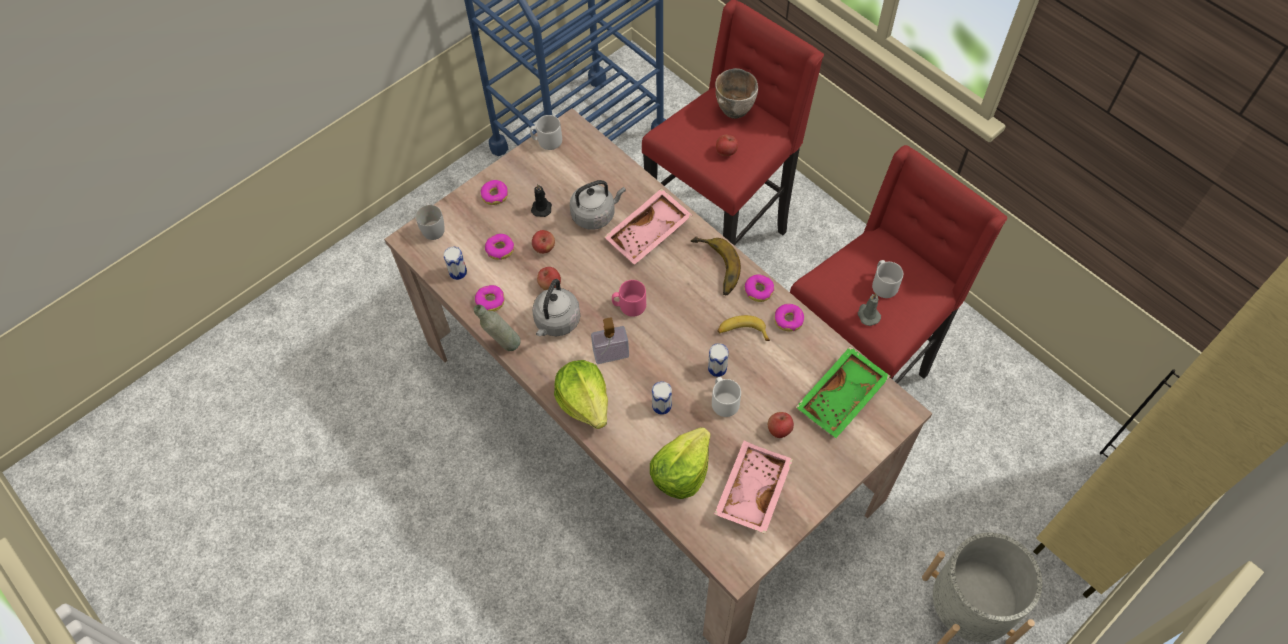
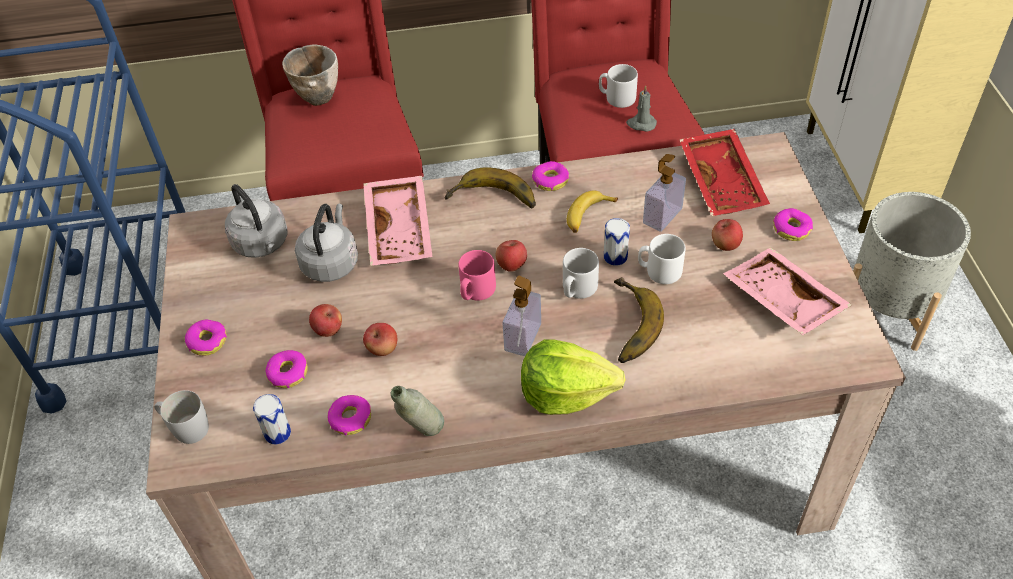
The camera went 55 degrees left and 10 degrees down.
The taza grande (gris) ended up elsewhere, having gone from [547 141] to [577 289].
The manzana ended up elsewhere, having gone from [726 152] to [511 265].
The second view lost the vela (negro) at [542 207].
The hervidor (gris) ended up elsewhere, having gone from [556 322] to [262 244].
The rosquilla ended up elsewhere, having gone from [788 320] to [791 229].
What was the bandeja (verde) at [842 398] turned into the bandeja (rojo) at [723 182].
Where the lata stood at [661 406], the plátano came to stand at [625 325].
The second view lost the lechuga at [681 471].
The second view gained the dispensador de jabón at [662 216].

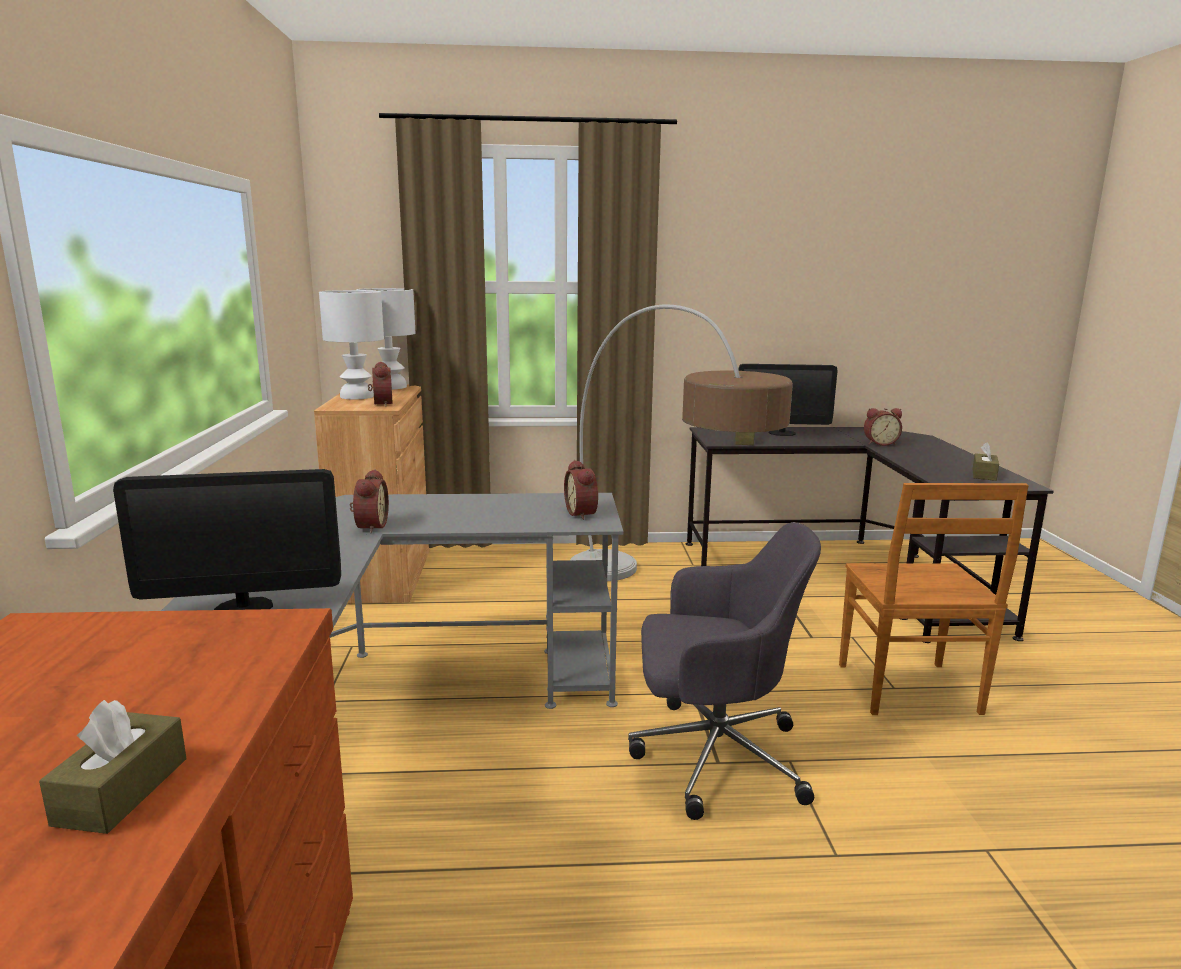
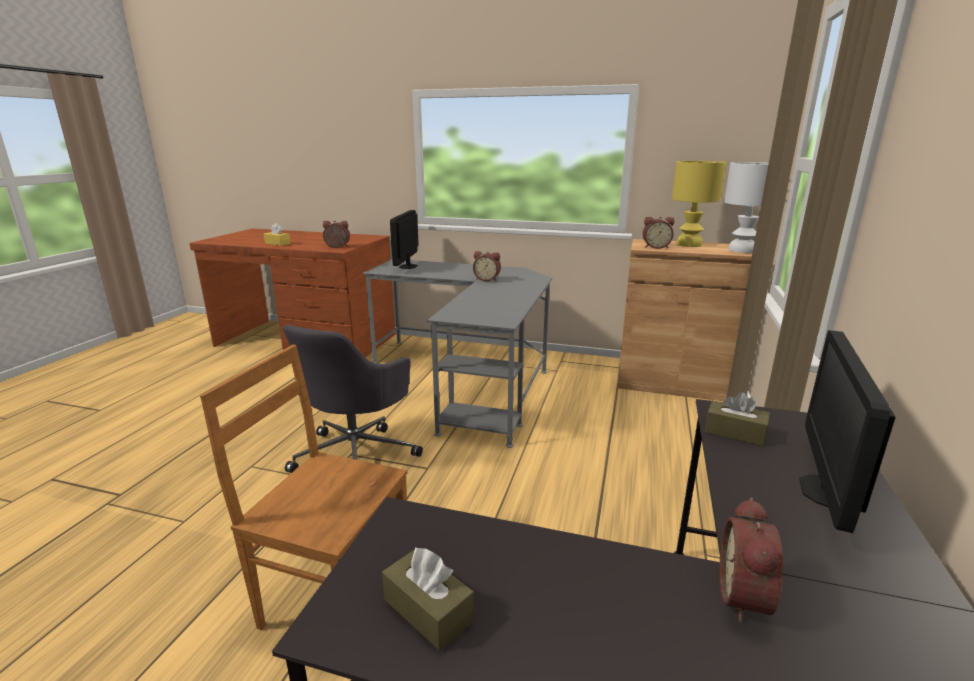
The camera went 110 degrees right and 5 degrees up.
What was the lámpara de mesa (blanco) at [357 396] turned into the lámpara de mesa (amarillo) at [690 244].
The second view lost the lámpara de pie at [668 598].
The despertador ended up elsewhere, having gone from [583 513] to [337 247].
What was the caja de pañuelos (marrón) at [122 791] turned into the caja de pañuelos (amarillo) at [277 243].

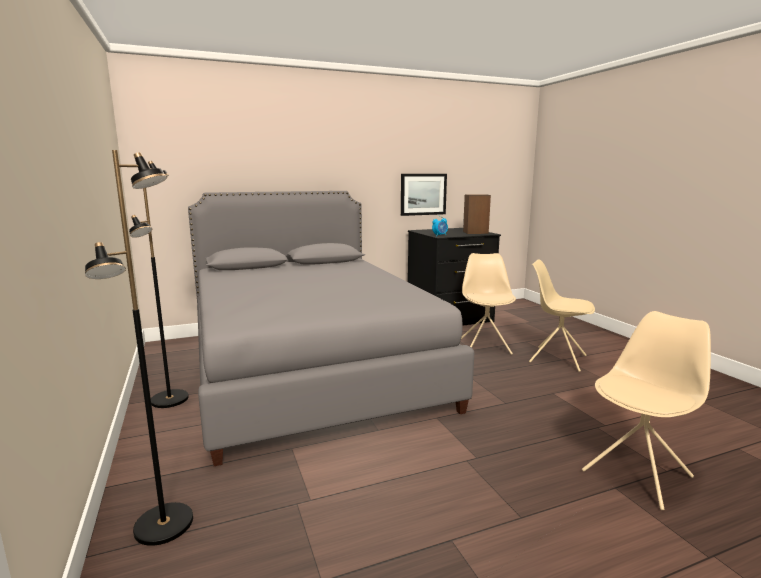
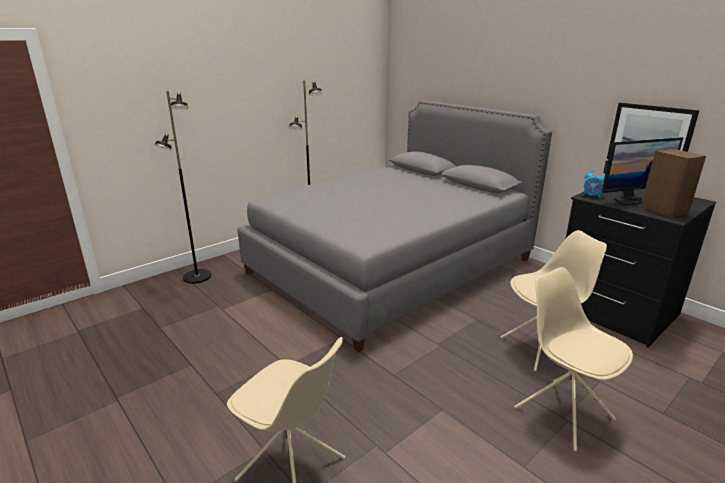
The camera went 70 degrees right and 10 degrees up.
The silla (beis) at [556 358] ended up facing another way, 45 degrees counterclockwise from before.
The second view gained the monitor at [631 200].

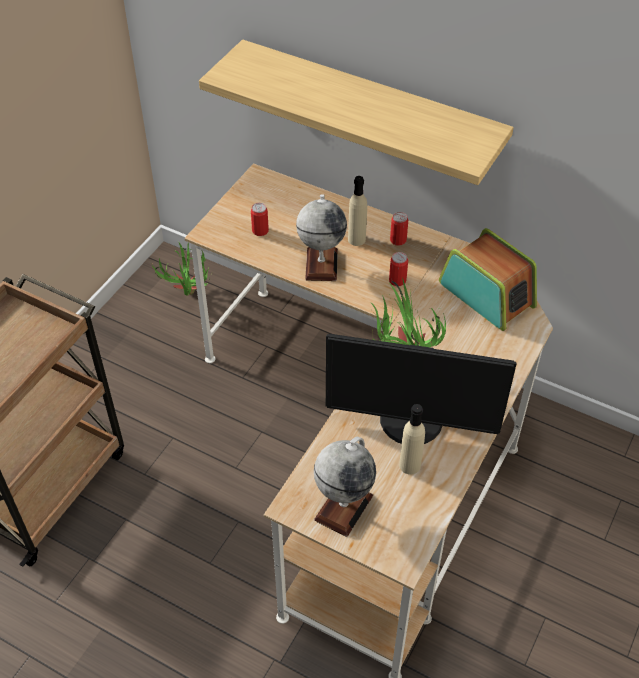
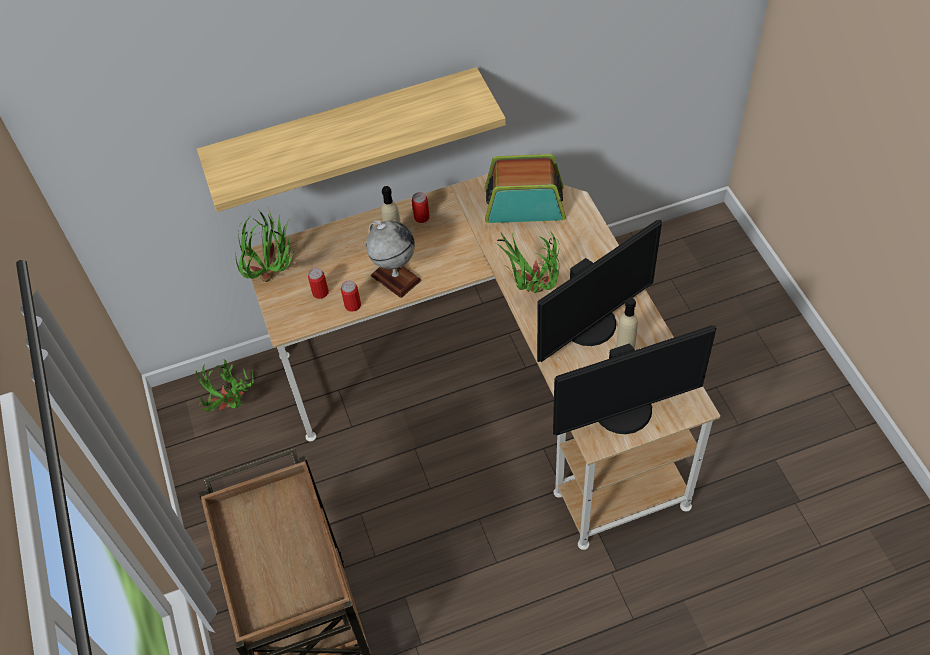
The camera went 45 degrees left and 5 degrees up.
The lata ended up elsewhere, having gone from [397 280] to [352 305].
Where the globo terráqueo stood at [343 507], the monitor came to stand at [624 411].
The second view gained the planta en maceta at [275 273].

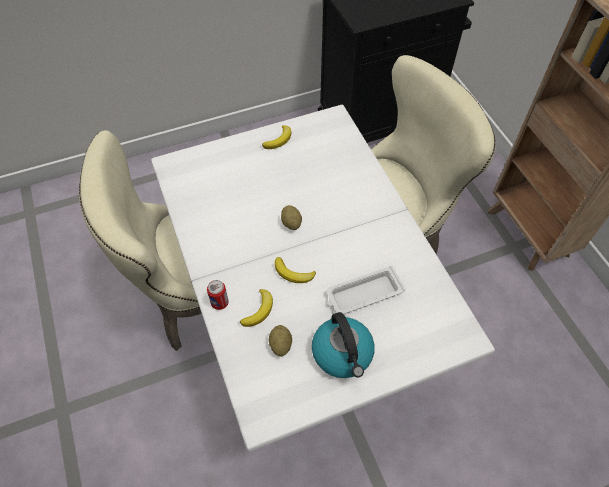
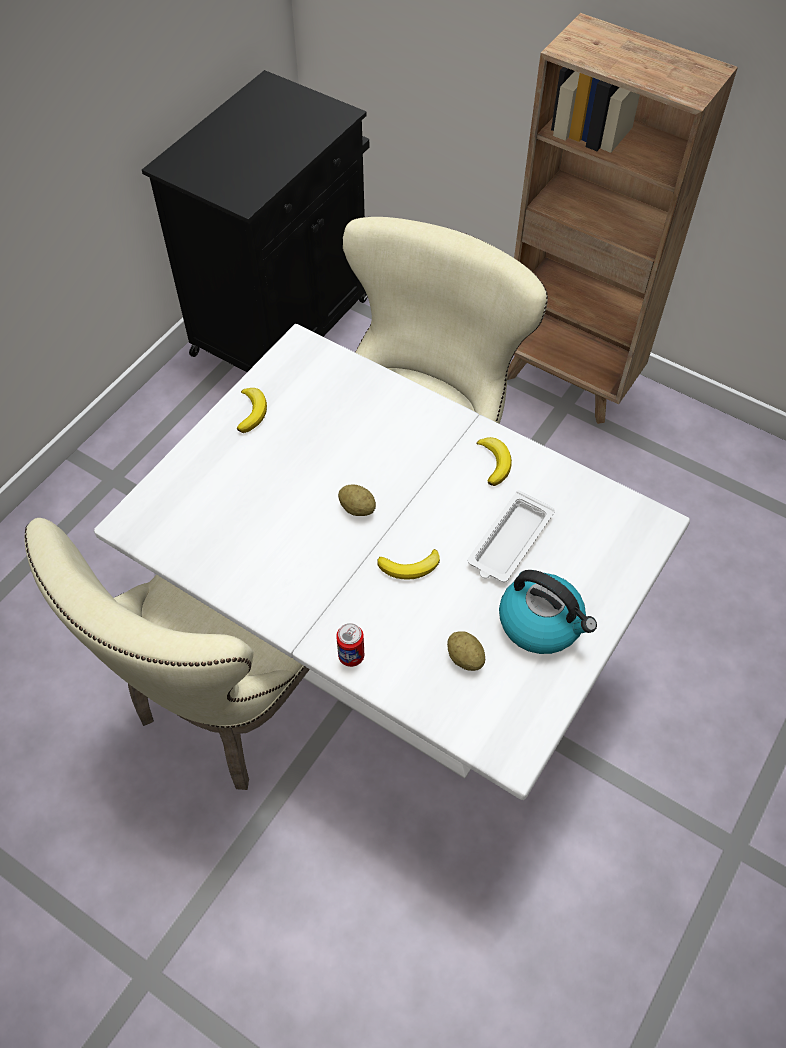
The camera went 35 degrees left and 0 degrees up.
The plátano ended up elsewhere, having gone from [259 310] to [494 462].

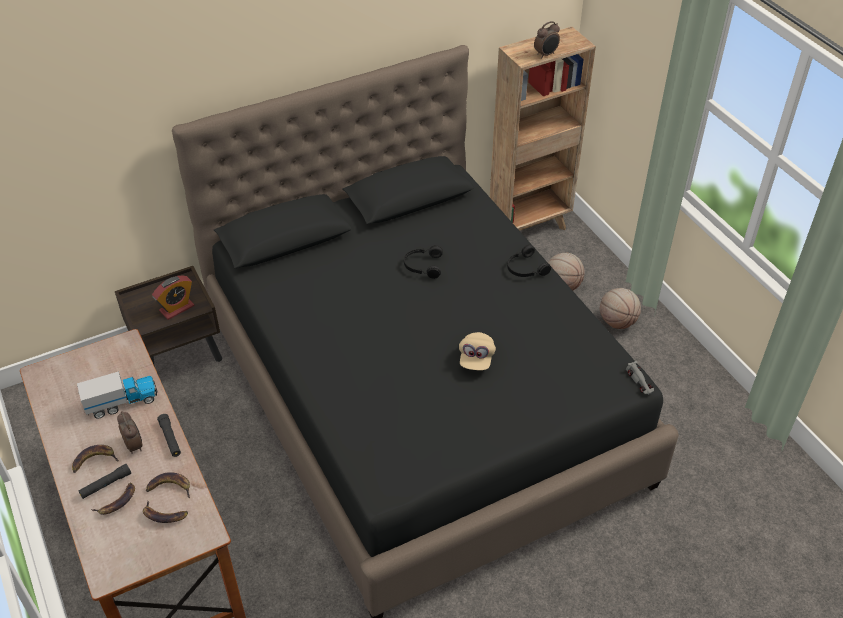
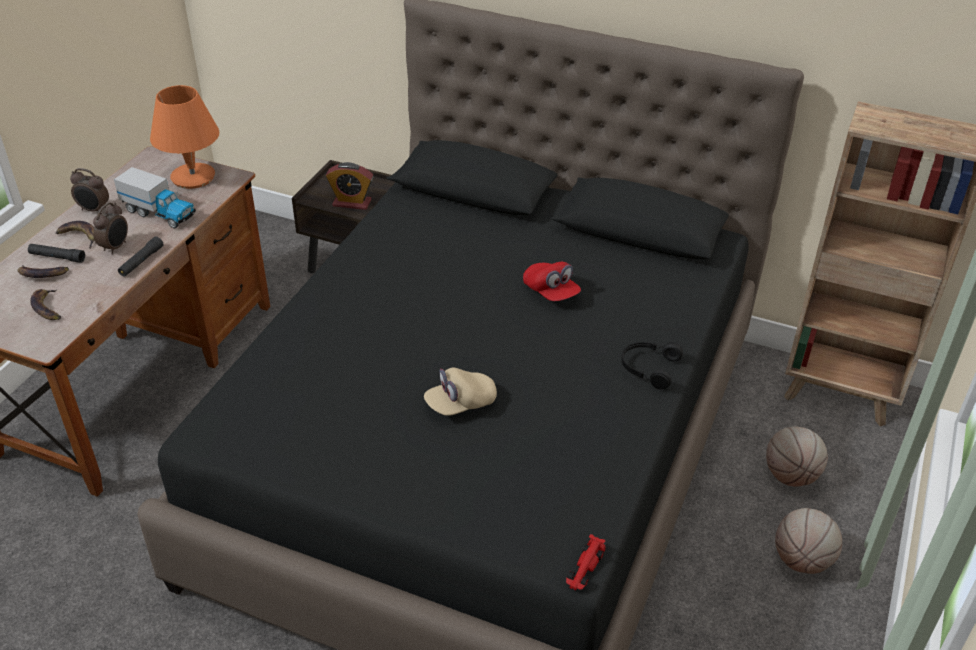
The camera went 50 degrees right and 5 degrees down.
The despertador ended up elsewhere, having gone from [546 54] to [94 210].
Where the auriculares (negro) stood at [422 266], the gorra (rojo) came to stand at [551 292].
What was the coche de juguete (gris) at [640 381] turned into the coche de juguete (rojo) at [584 568].
The second view lost the plátano at [170 487].
The second view gained the lámpara de mesa (naranja) at [193 177].

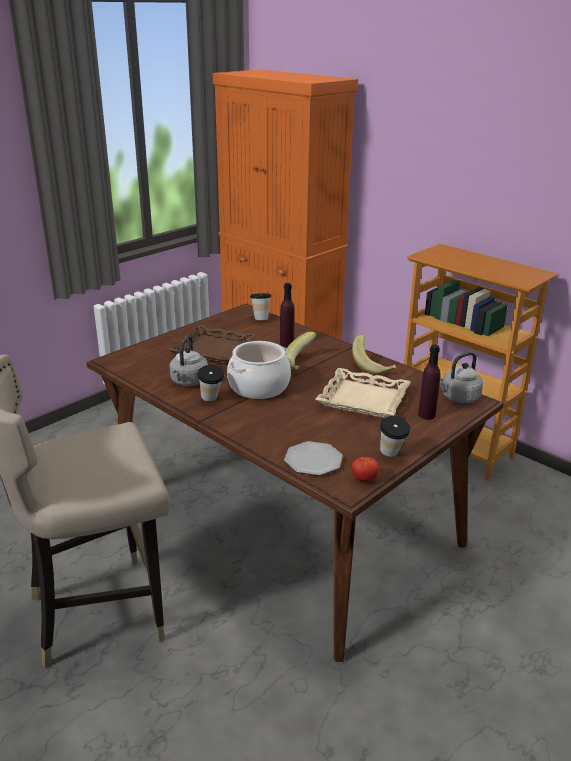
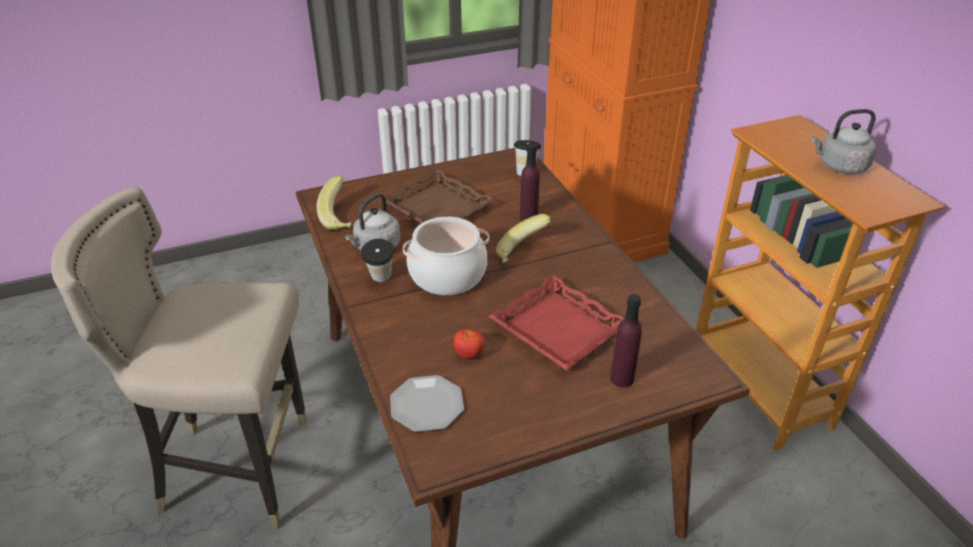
The camera went 25 degrees right and 10 degrees up.
The plátano ended up elsewhere, having gone from [373 367] to [341 218].
The hervidor (gris) ended up elsewhere, having gone from [458 398] to [839 166].
What was the bandeja (beis) at [363 399] turned into the bandeja (rojo) at [559 329].
The second view lost the taza at [391 455].
The tomate ended up elsewhere, having gone from [364 479] to [469 354].

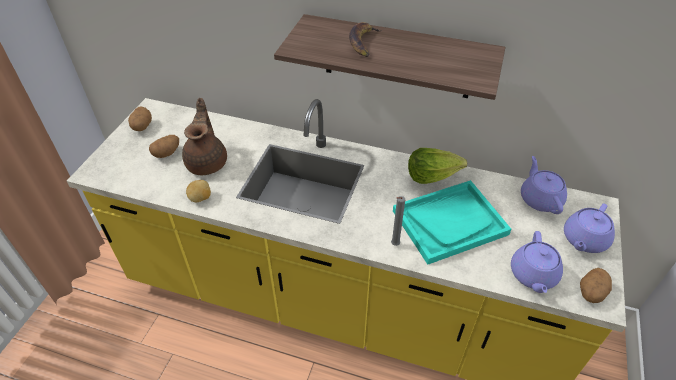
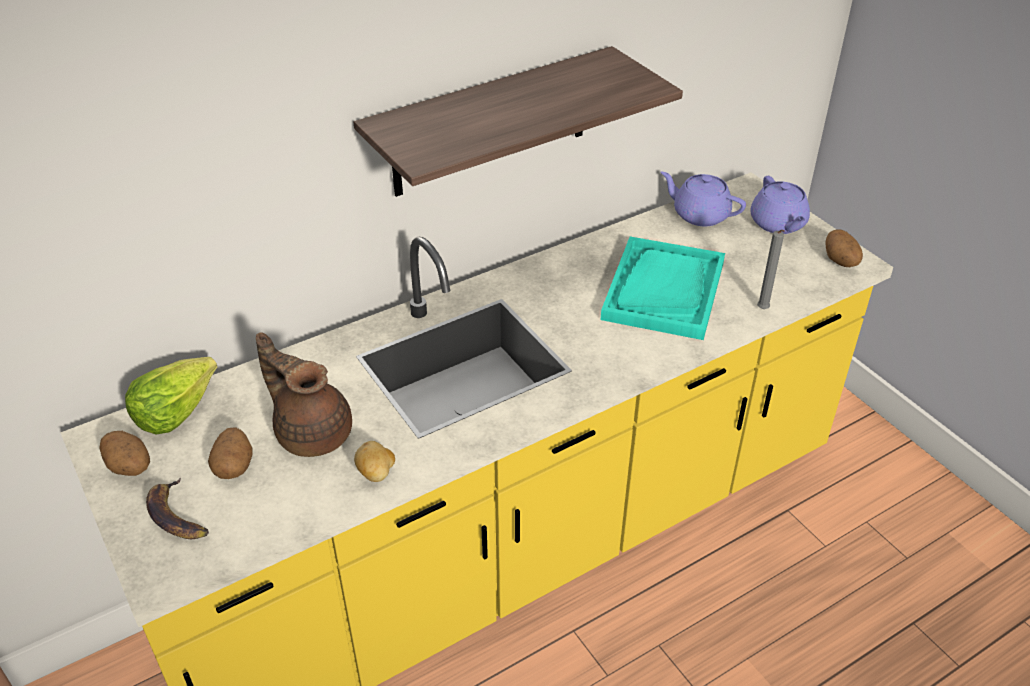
The camera went 50 degrees left and 5 degrees down.
The plátano ended up elsewhere, having gone from [363 42] to [176 516].
The lechuga ended up elsewhere, having gone from [432 175] to [175 411].
The vela (gris) ended up elsewhere, having gone from [394 245] to [763 310].
The second view lost the tetera (morado) at [533 275].

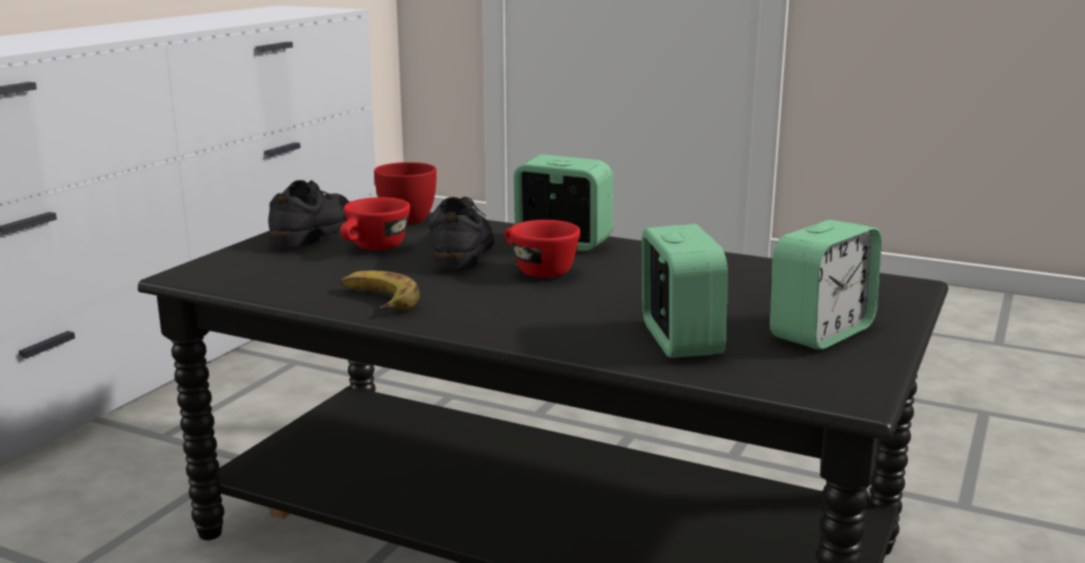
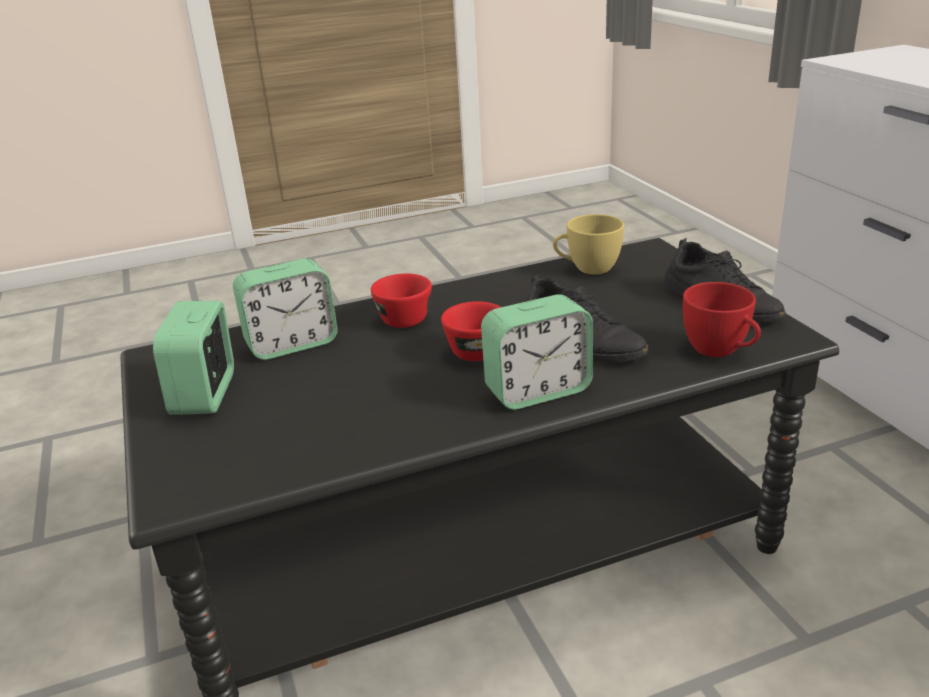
The camera went 135 degrees right and 10 degrees up.
The taza (rojo) ended up elsewhere, having gone from [373 248] to [401 317].
The despertador at [679 340] ended up facing another way, 60 degrees counterclockwise from before.
The second view lost the plátano at [378 300].
The second view gained the taza (amarillo) at [587 269].

